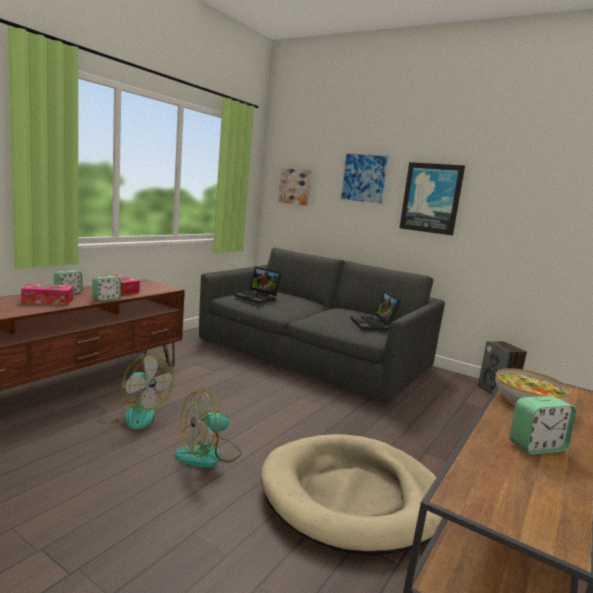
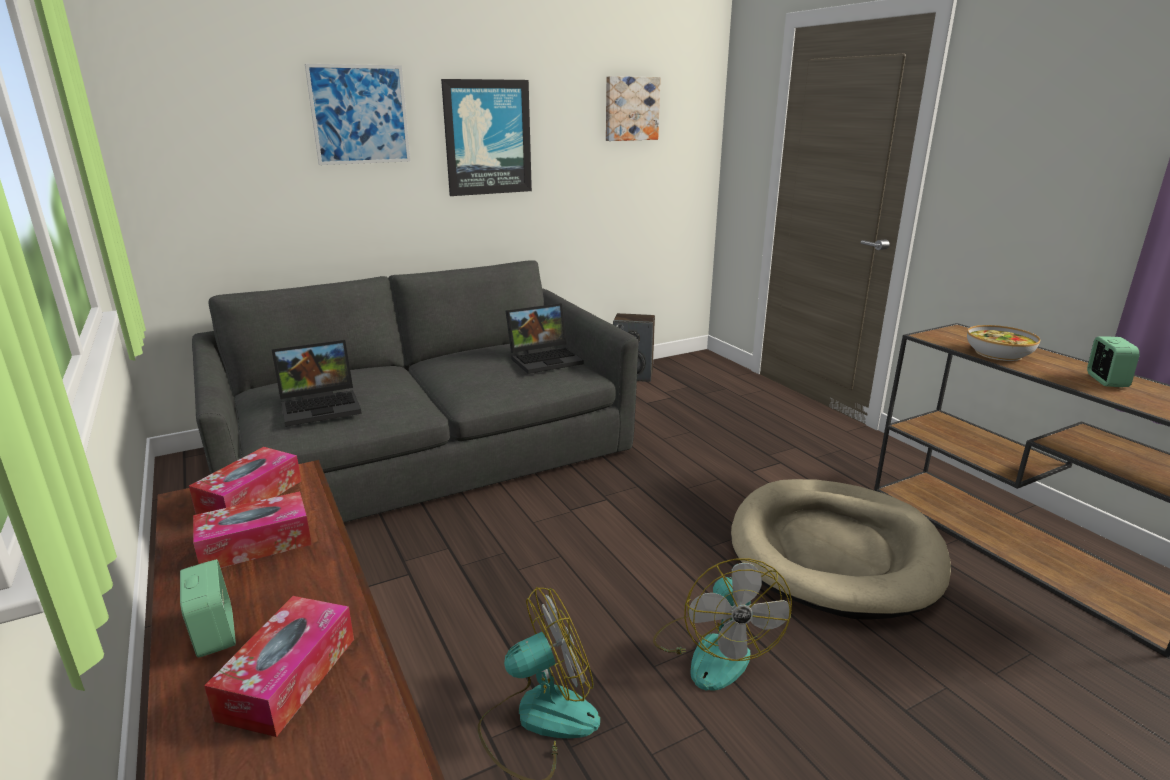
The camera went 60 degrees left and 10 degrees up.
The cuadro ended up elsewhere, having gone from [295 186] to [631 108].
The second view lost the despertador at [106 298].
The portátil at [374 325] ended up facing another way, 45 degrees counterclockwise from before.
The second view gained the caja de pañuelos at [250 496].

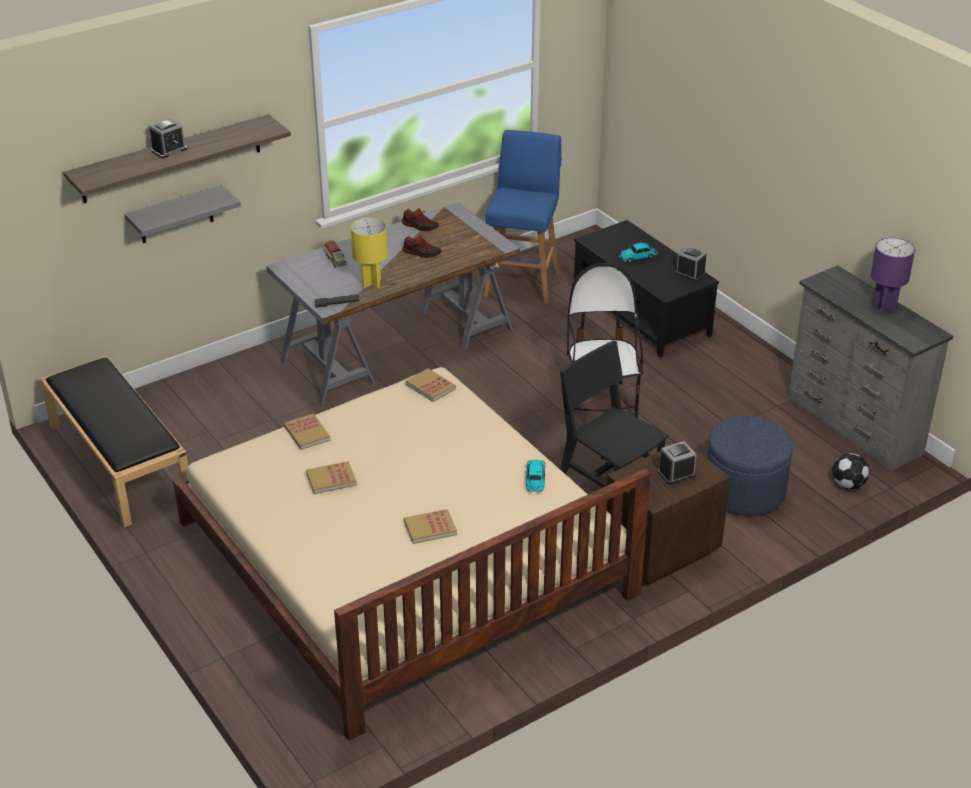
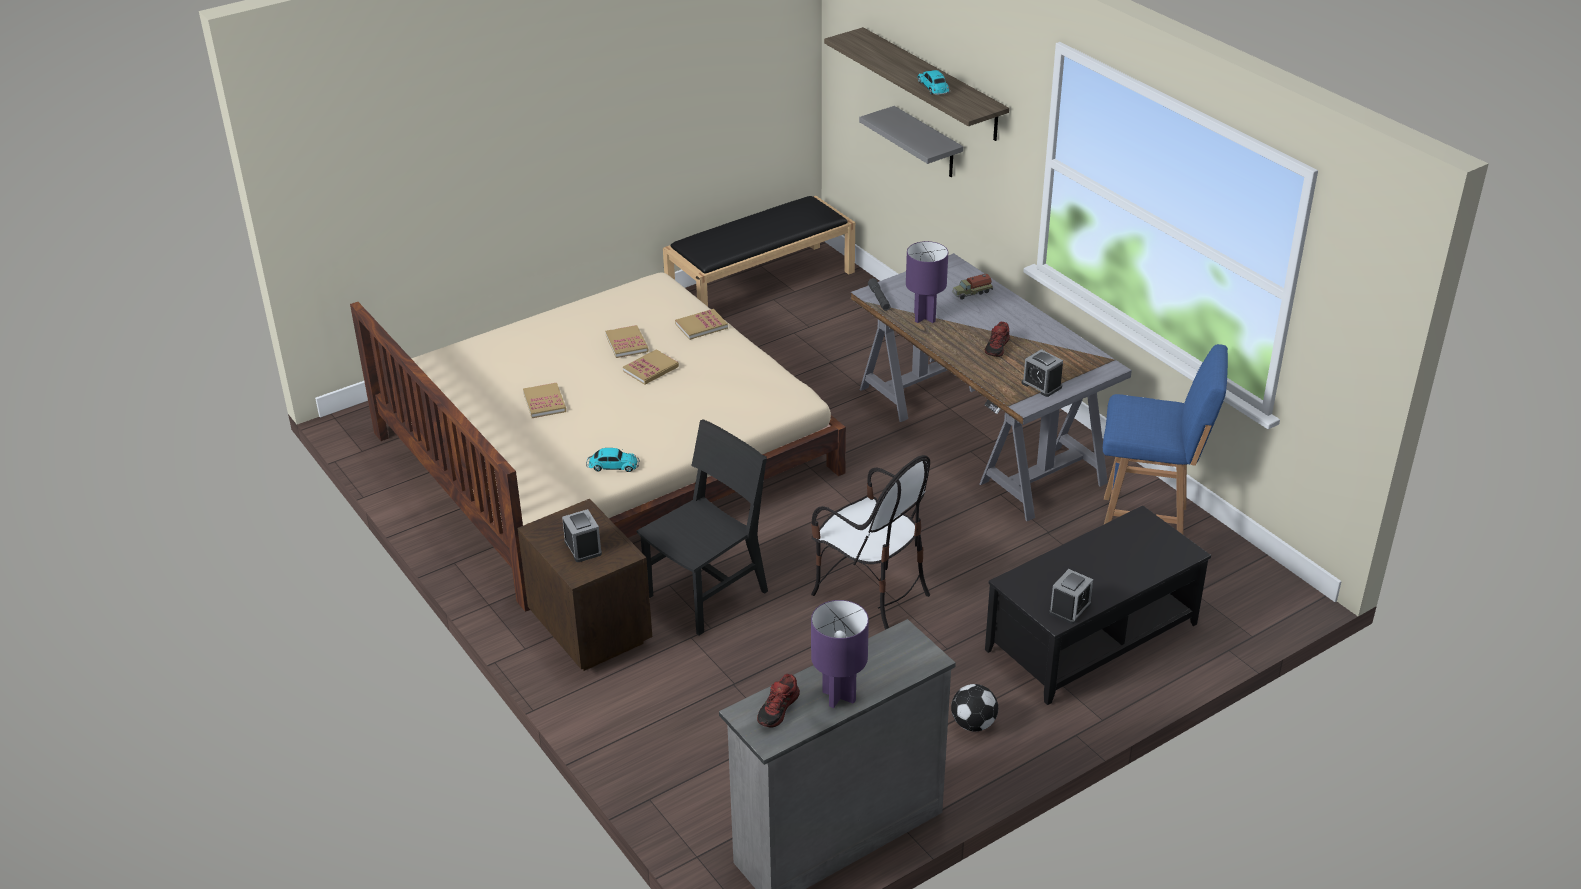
The camera went 90 degrees right and 0 degrees up.
The despertador ended up elsewhere, having gone from [169 150] to [1041 385].
The zapato ended up elsewhere, having gone from [420 226] to [778 709].
What was the lámpara de mesa (amarillo) at [371 283] turned into the lámpara de mesa (morado) at [924 317].
The coche de juguete ended up elsewhere, having gone from [638 257] to [933 88].
The silla at [600 405] ended up facing another way, 45 degrees clockwise from before.
The libro ended up elsewhere, having gone from [430 386] to [651 369].
The second view lost the puf (azul) at [744 491].
The balón de fútbol ended up elsewhere, having gone from [848 485] to [973 724].

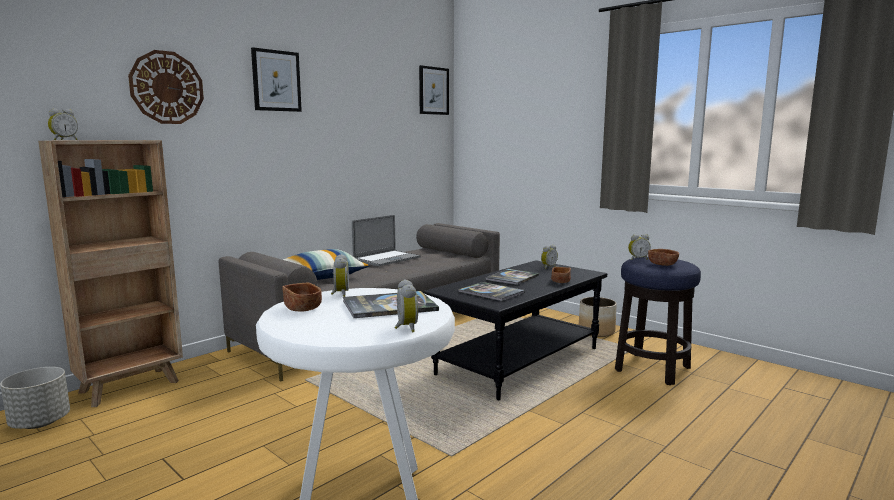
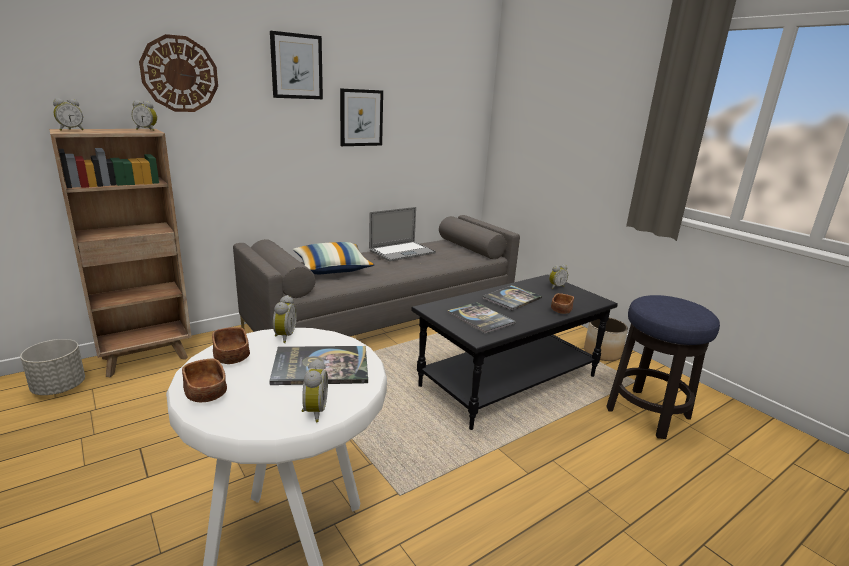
The camera went 10 degrees right and 10 degrees up.
The cuadro ended up elsewhere, having gone from [433 91] to [361 118].
The despertador ended up elsewhere, having gone from [638 259] to [147 130].
The cuenco (marrón) ended up elsewhere, having gone from [662 264] to [206 393].

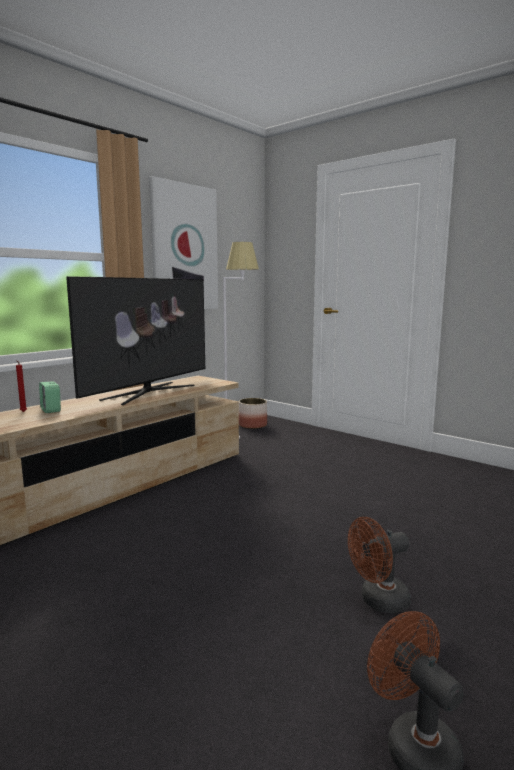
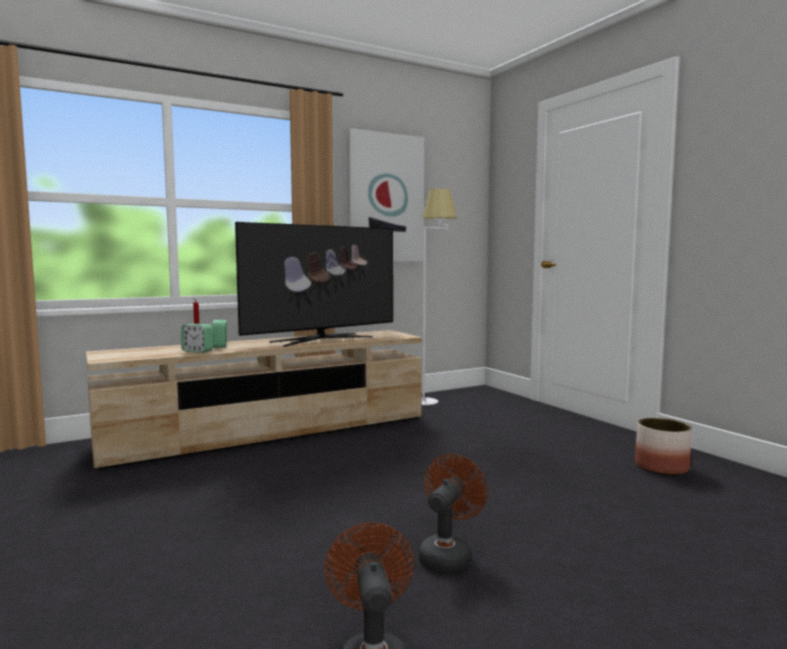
The camera went 20 degrees right and 5 degrees down.
The maceta ended up elsewhere, having gone from [253 425] to [662 467].
The ventilador (marrón) at [378 601] ended up facing another way, 120 degrees clockwise from before.
The second view gained the despertador at [197 351].

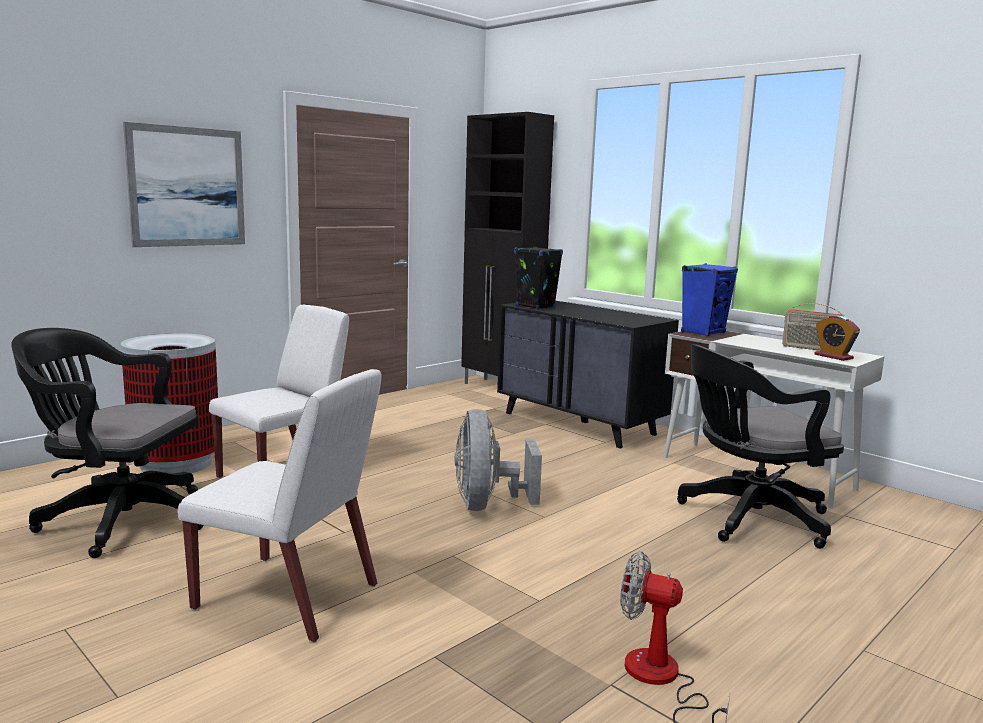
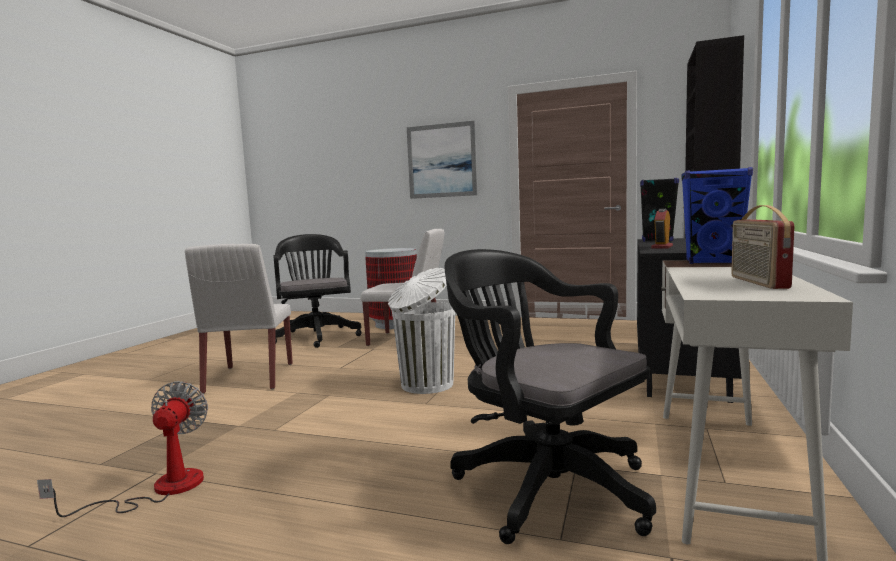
The camera went 65 degrees right and 5 degrees down.
The despertador ended up elsewhere, having gone from [833 356] to [662 247].
Where the ventilador (gris) stood at [487 505], the papelera (blanco) came to stand at [425 385].

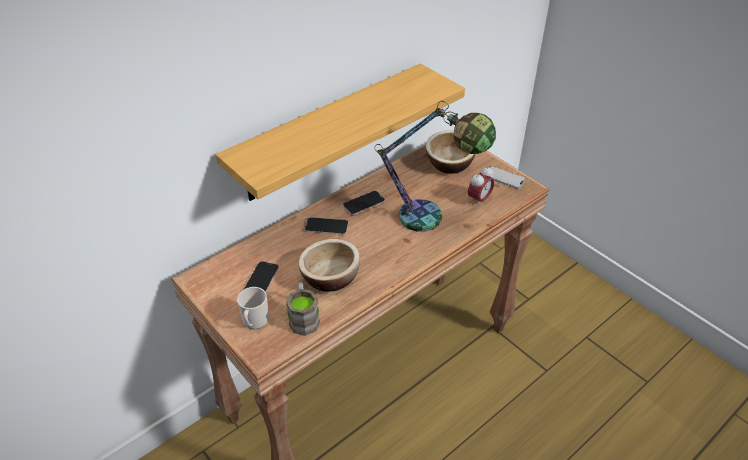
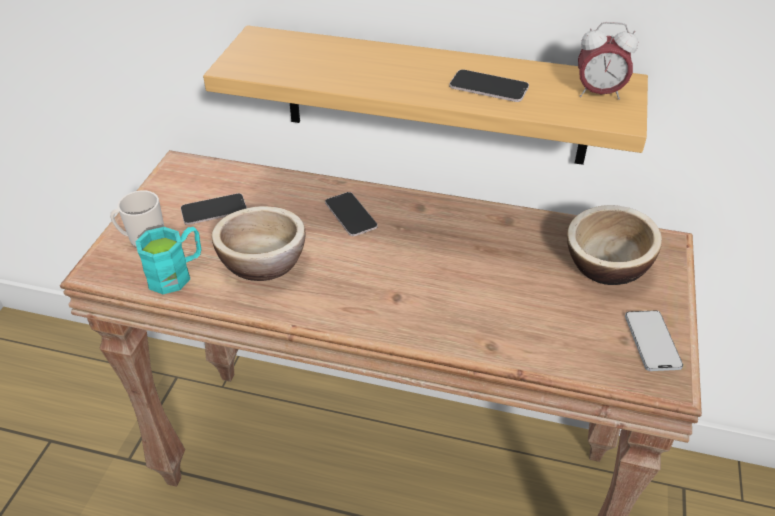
The camera went 55 degrees right and 0 degrees up.
The second view lost the lámpara de mesa at [432 221].
The despertador ended up elsewhere, having gone from [479 200] to [598 94].
The móvil ended up elsewhere, having gone from [364 203] to [488 87].
What was the taza grande (marrón) at [304 318] turned into the taza grande (turquesa) at [177 273].

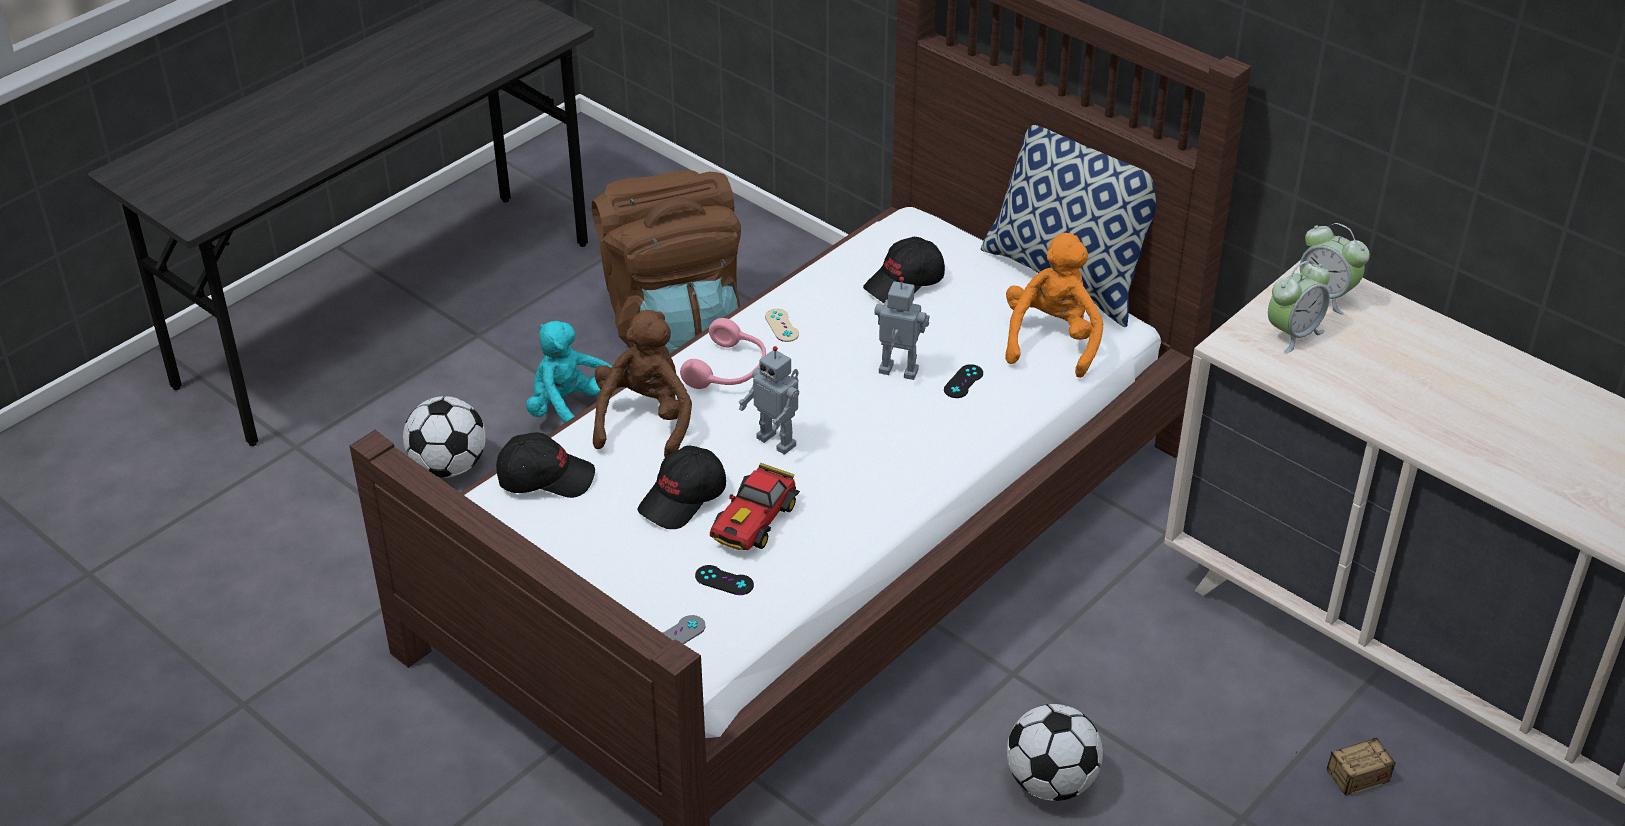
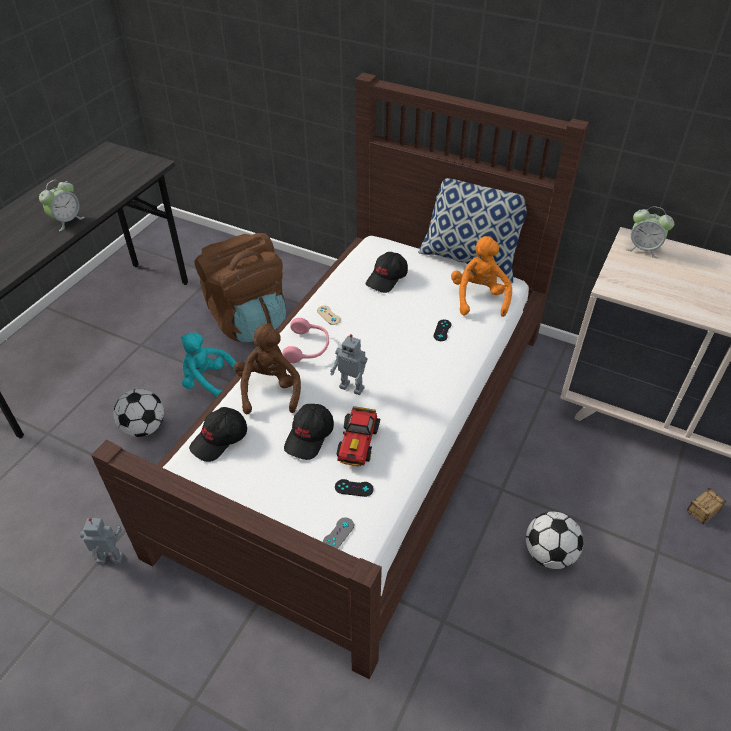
The camera went 15 degrees left and 5 degrees up.
The despertador ended up elsewhere, having gone from [1293 334] to [67 221].
The robot de juguete ended up elsewhere, having gone from [897 373] to [110 560].
The gorra (negro) at [545 477] ended up facing another way, 150 degrees clockwise from before.

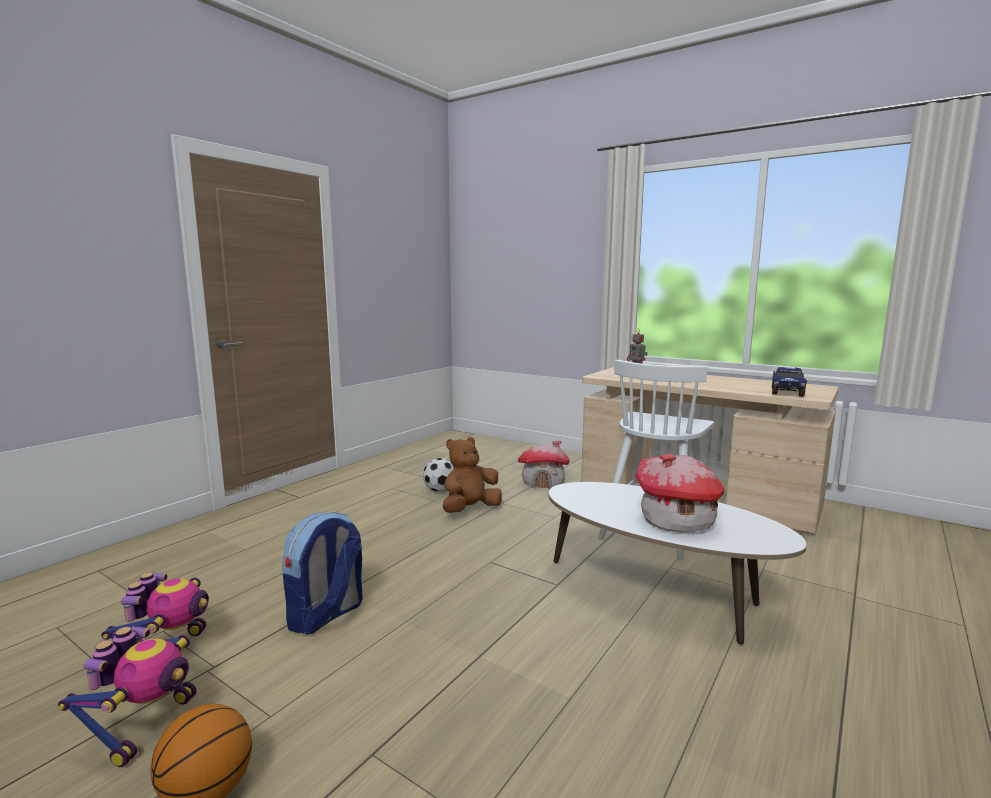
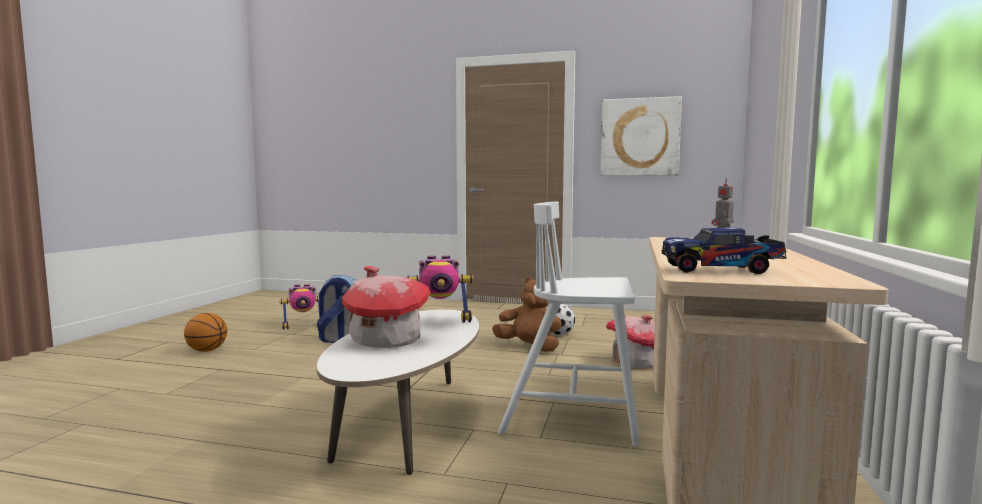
The camera went 70 degrees right and 5 degrees down.
The robot de juguete ended up elsewhere, having gone from [146 726] to [440 321].
The second view gained the cuadro at [640 137].

